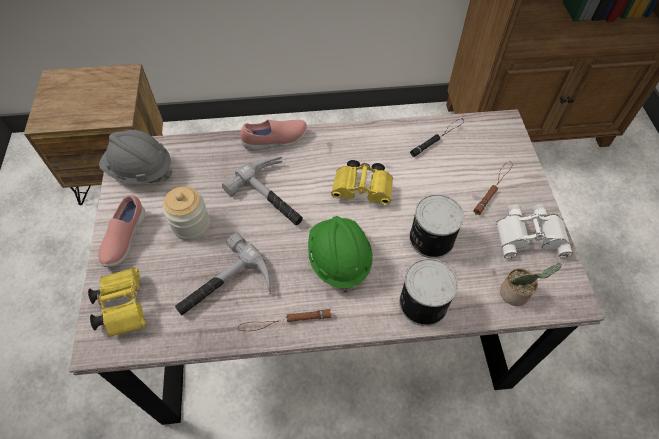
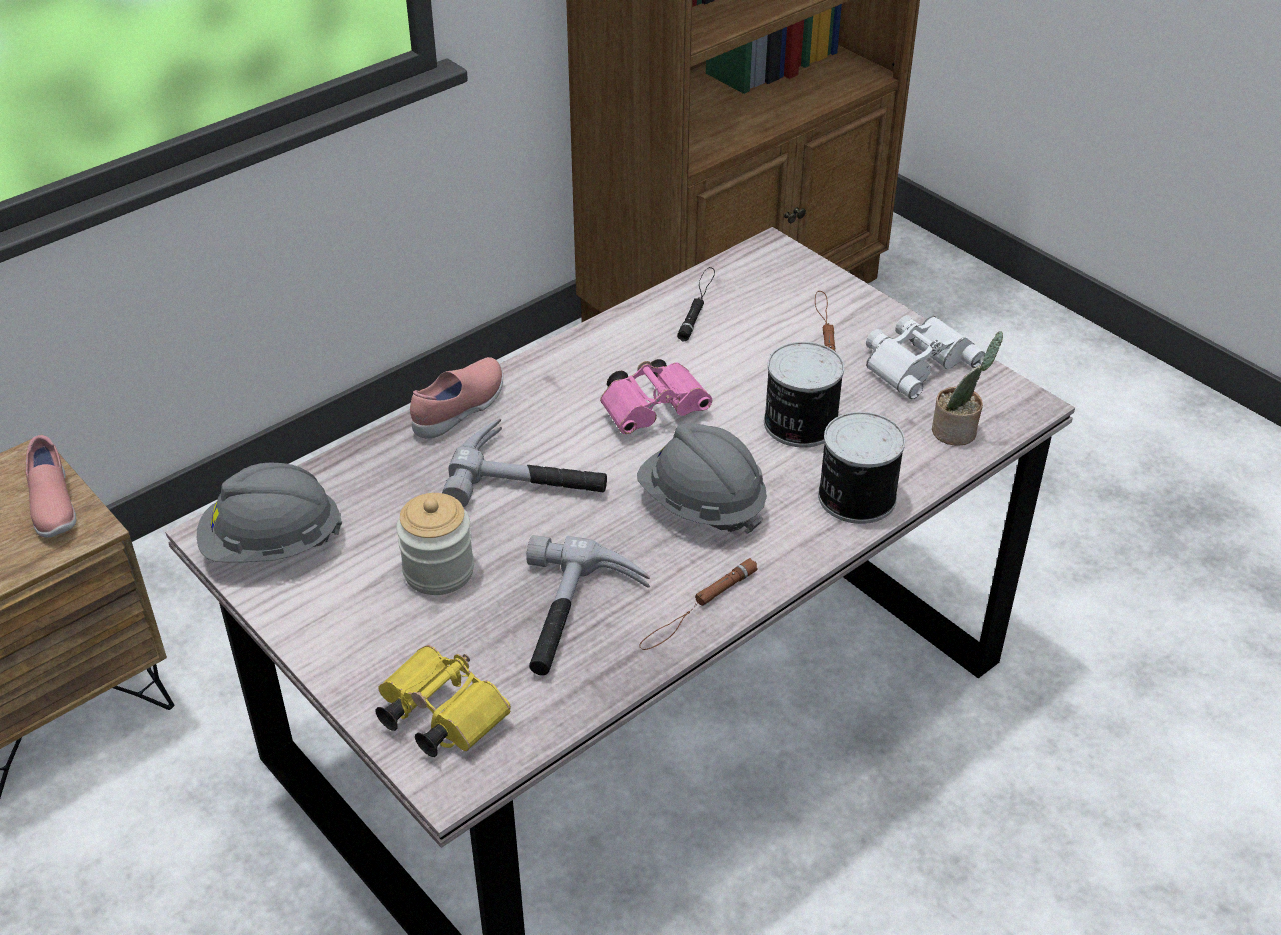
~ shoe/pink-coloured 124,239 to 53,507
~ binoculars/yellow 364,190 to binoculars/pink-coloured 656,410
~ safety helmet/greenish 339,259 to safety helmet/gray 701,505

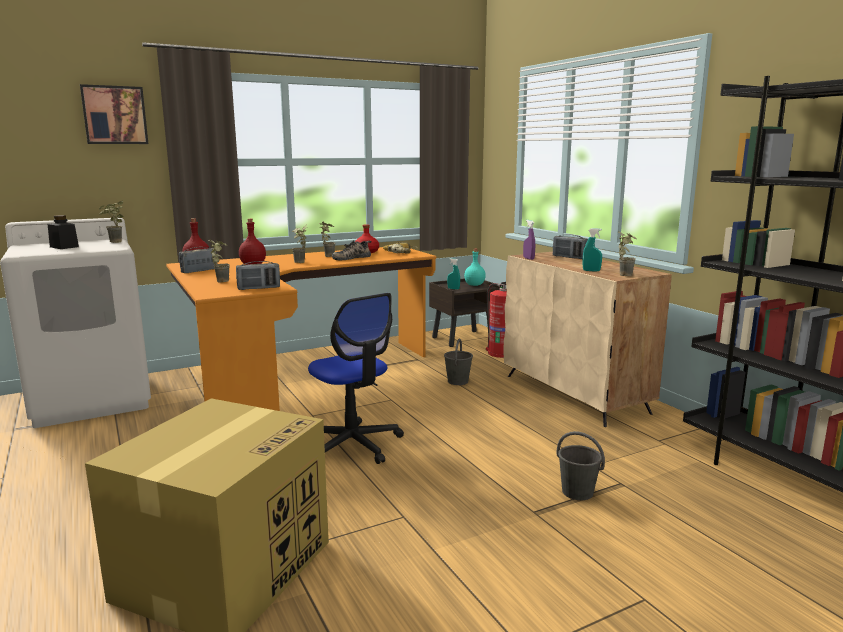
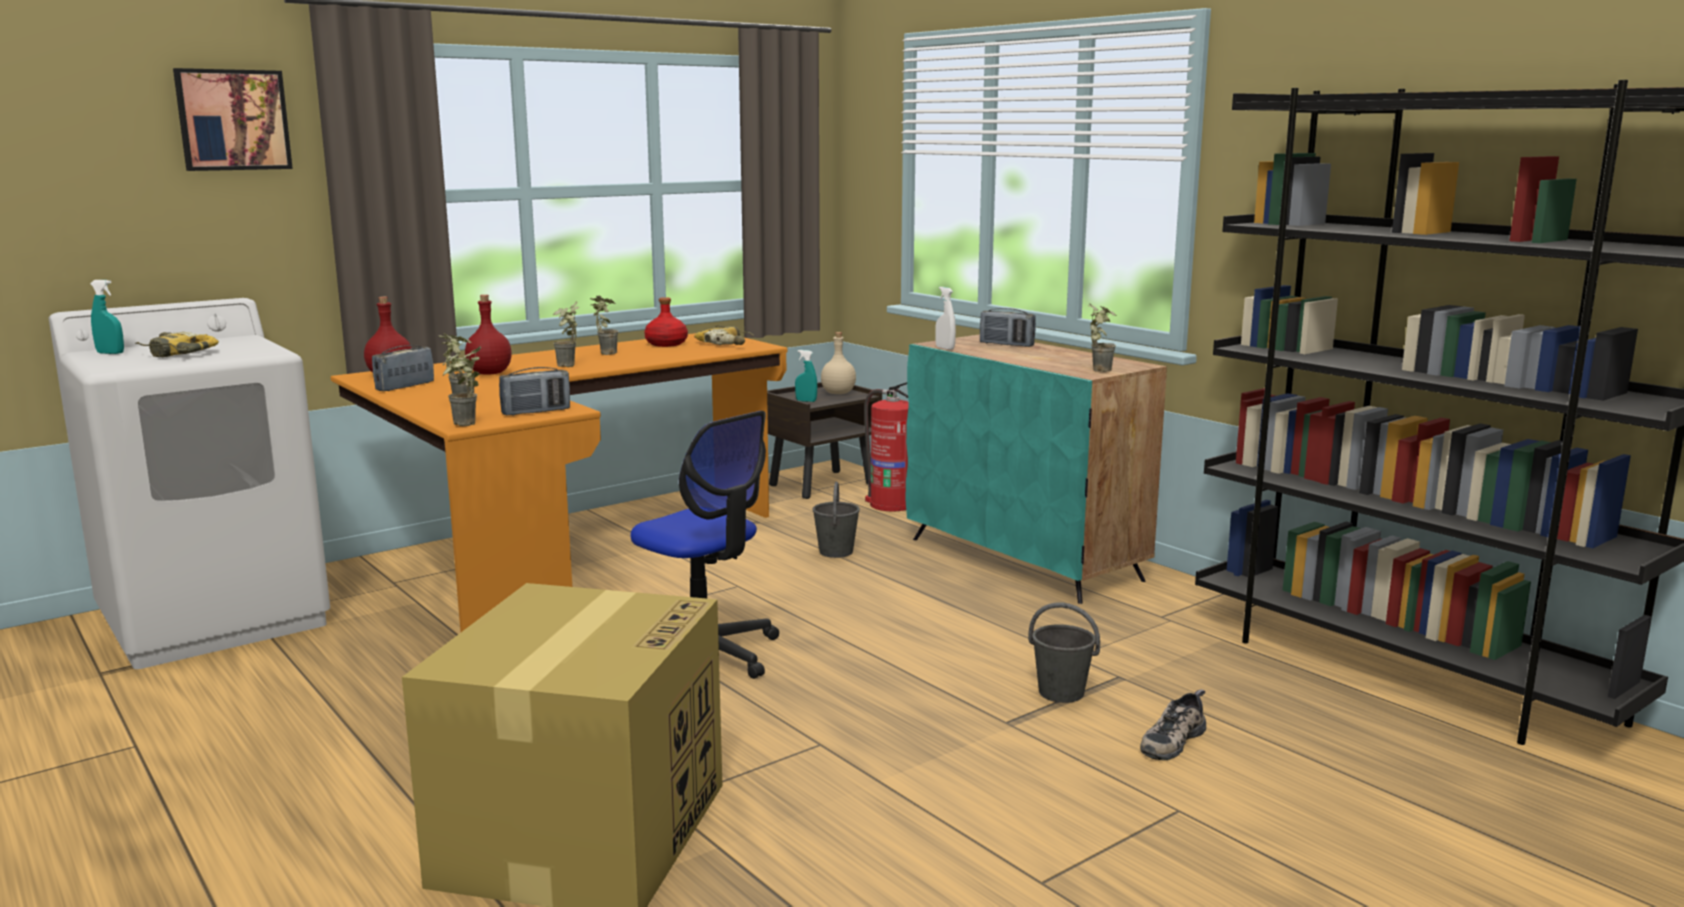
~ spray bottle/turquoise 591,271 to 110,353
~ jar/black-coloured 64,247 to power drill 173,353
~ plant in a pot 114,242 to 464,425
~ beverage bottle/turquoise 475,285 to beverage bottle/sand-coloured 839,393
~ storage cabinet/sand-coloured 575,394 to storage cabinet/turquoise 1025,559
~ spray bottle/purple 528,258 to spray bottle/white 945,348
~ shoe 351,257 to 1171,740

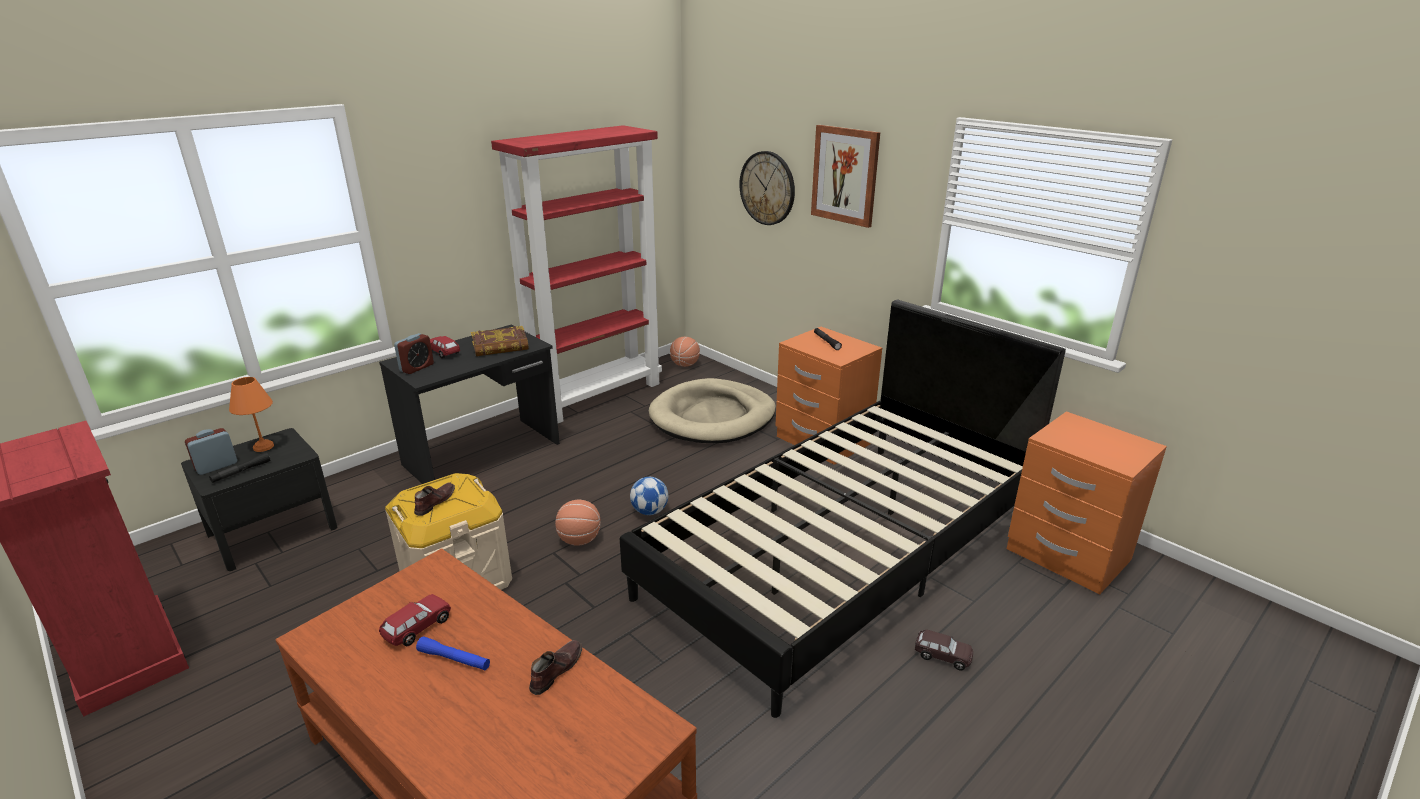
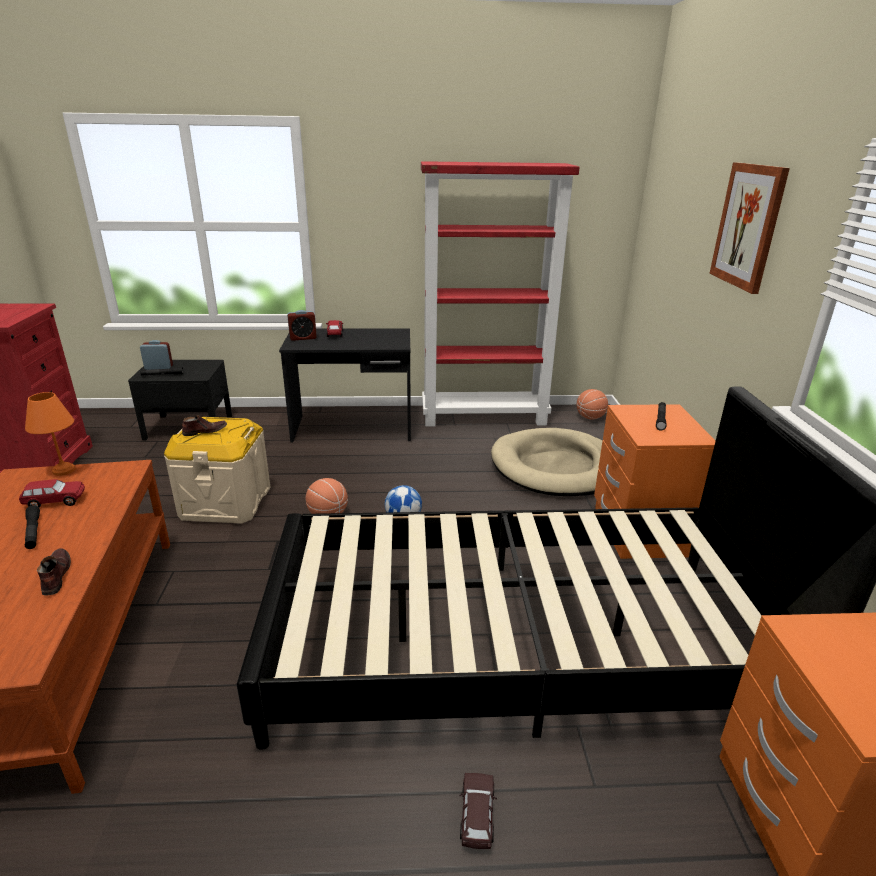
~ lamp for a table/orange 262,447 to 62,470
~ torch/blue 454,659 to torch/black-coloured 33,532
~ shoe/brownish 556,670 = 55,576 90 degrees counterclockwise
~ toy car/brownish 942,656 = 477,816 150 degrees counterclockwise
- book 500,346
- hanging clock 767,188

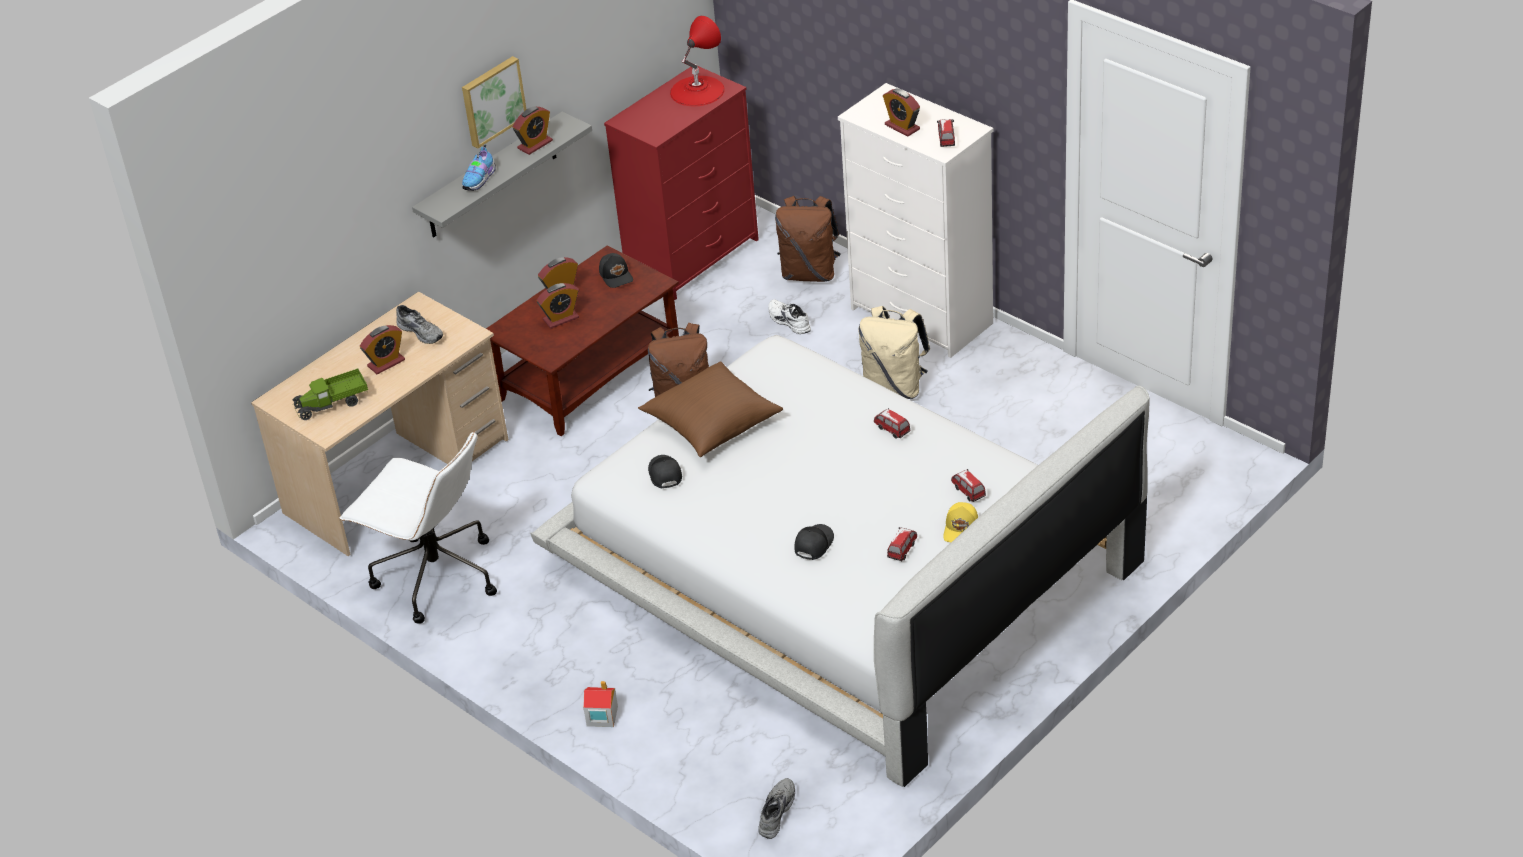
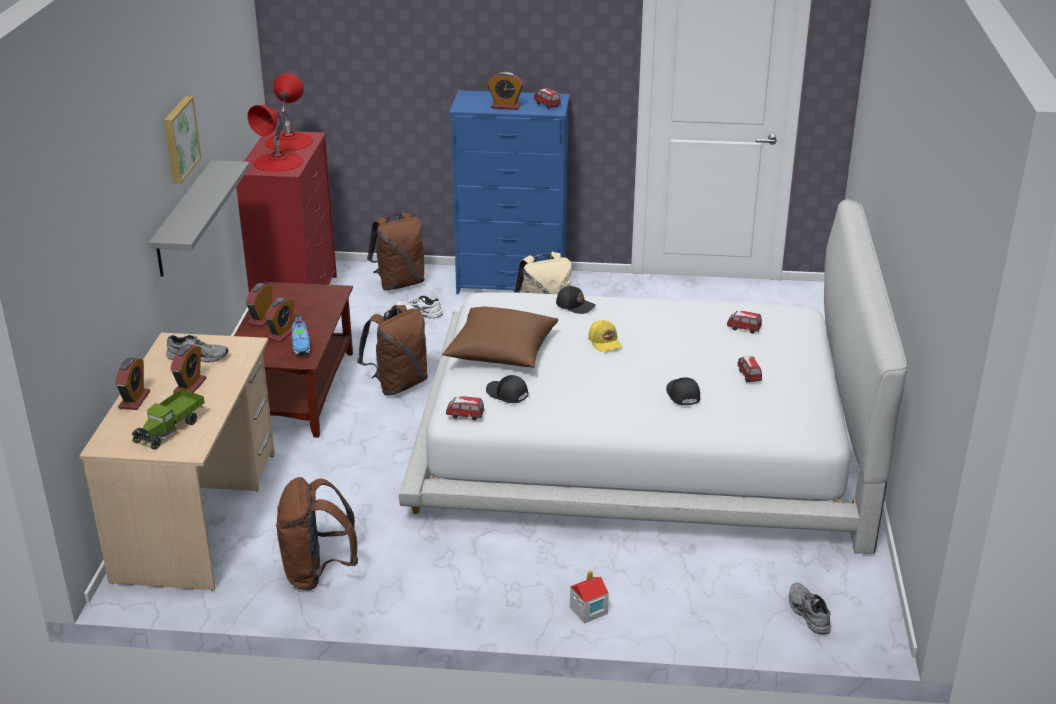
~ alarm clock 535,145 to 134,400
+ lamp for a table/reddish 278,162
~ desk chair/white 435,577 to backpack/brownish 317,573
~ shoe 480,180 to 301,347
~ toy car 891,429 to 465,415
~ drawer chest/white 922,317 to drawer chest/blue 512,284
~ peaked cap/black-coloured 616,276 to 575,305
~ peaked cap/yellow 961,529 to 605,342

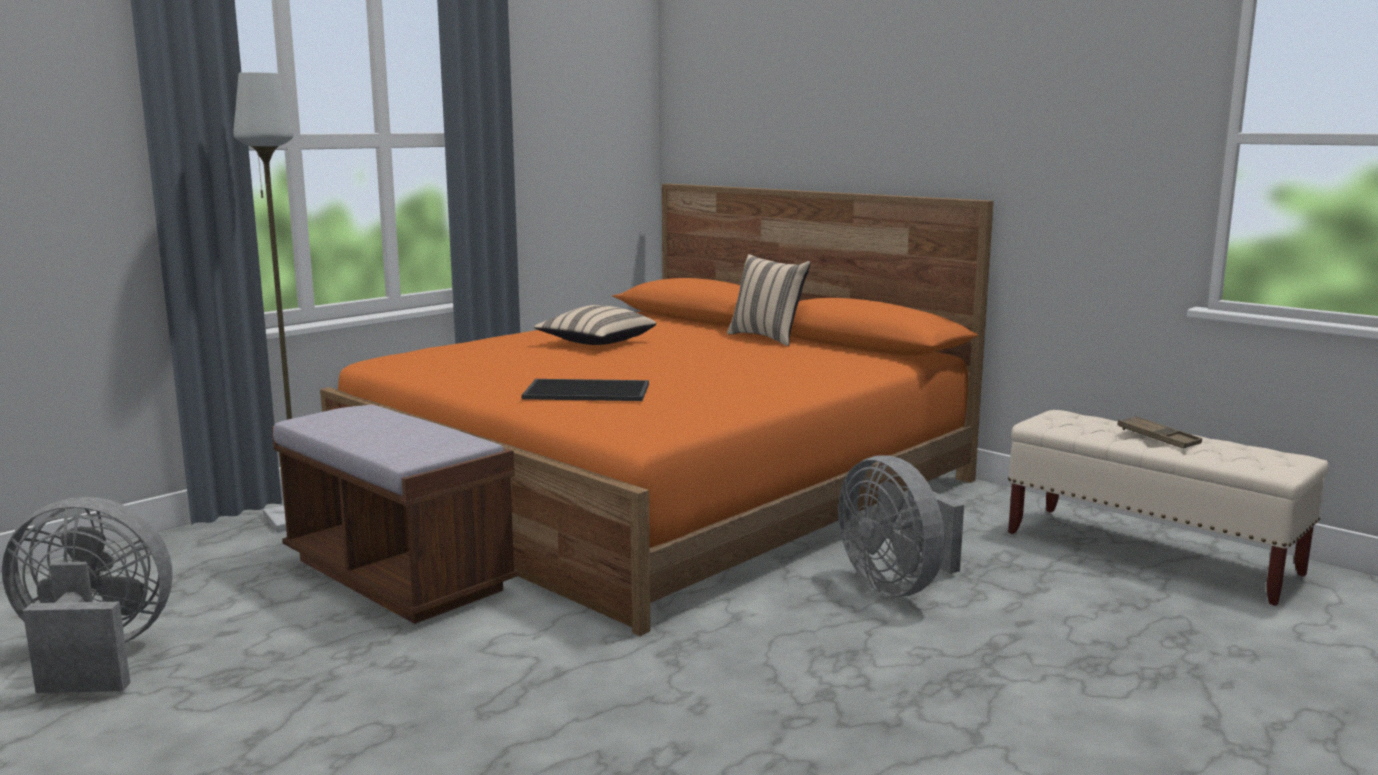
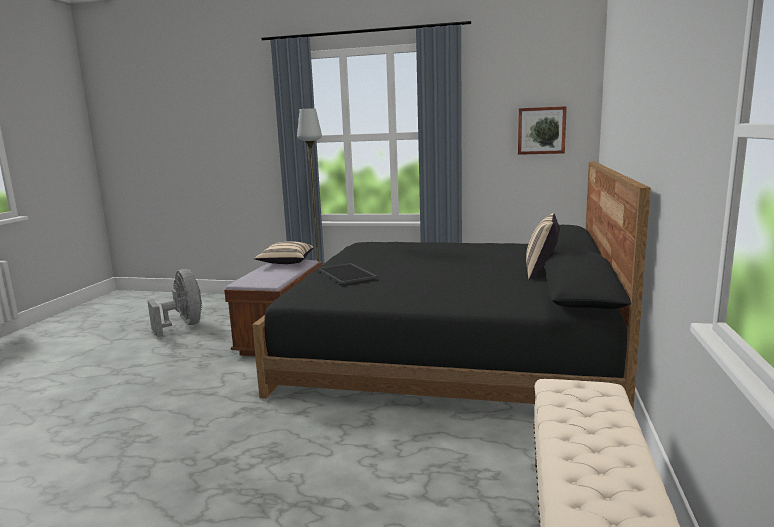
~ bed/orange 660,487 to bed/black-coloured 451,346
~ cushion/sand-coloured 596,343 to 285,262
+ wall picture 541,130
- electric fan/gray 897,585
- carrying tray/brownish 1158,438

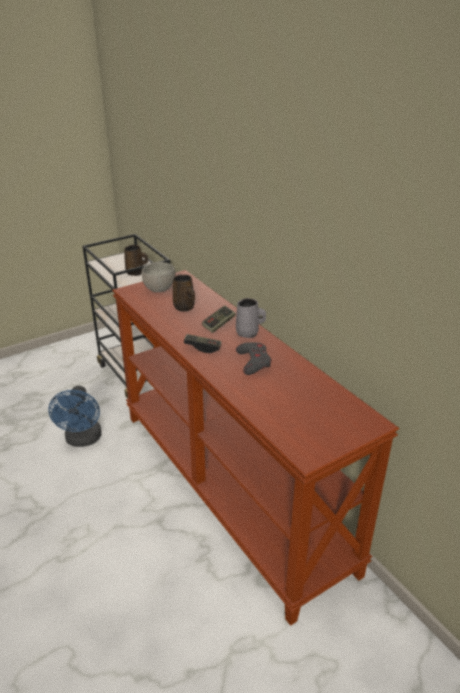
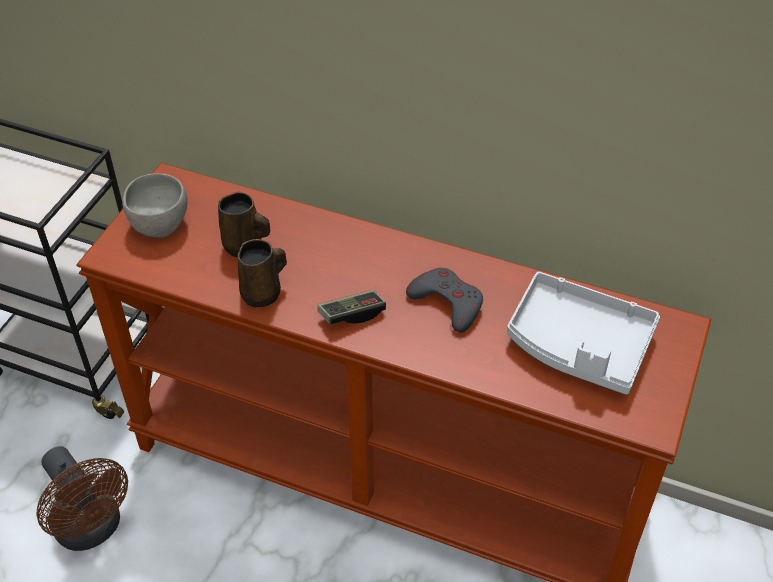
~ electric fan/blue 83,440 to electric fan/brownish 92,529
~ tea mug/brownish 136,273 to 263,294
+ carrying tray/gray 578,345
- gamepad 219,324
- tea mug/gray 248,333

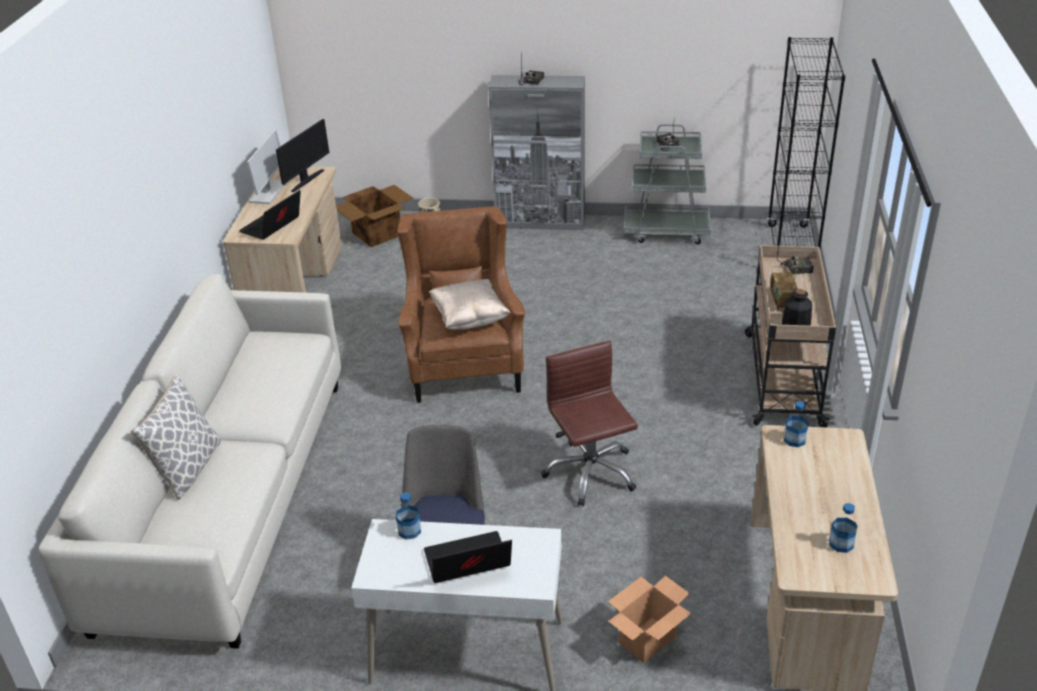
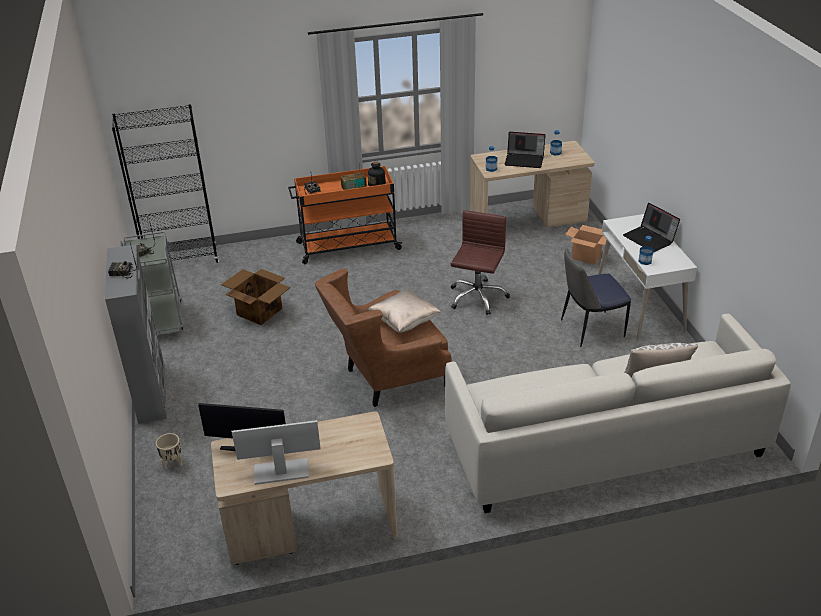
~ cardboard box 378,233 to 259,311
~ cart/sand-coloured 783,378 to cart/orange 347,246
~ desk chair/brownish 590,473 = 477,297 150 degrees clockwise
~ notebook computer 272,226 to 525,160

